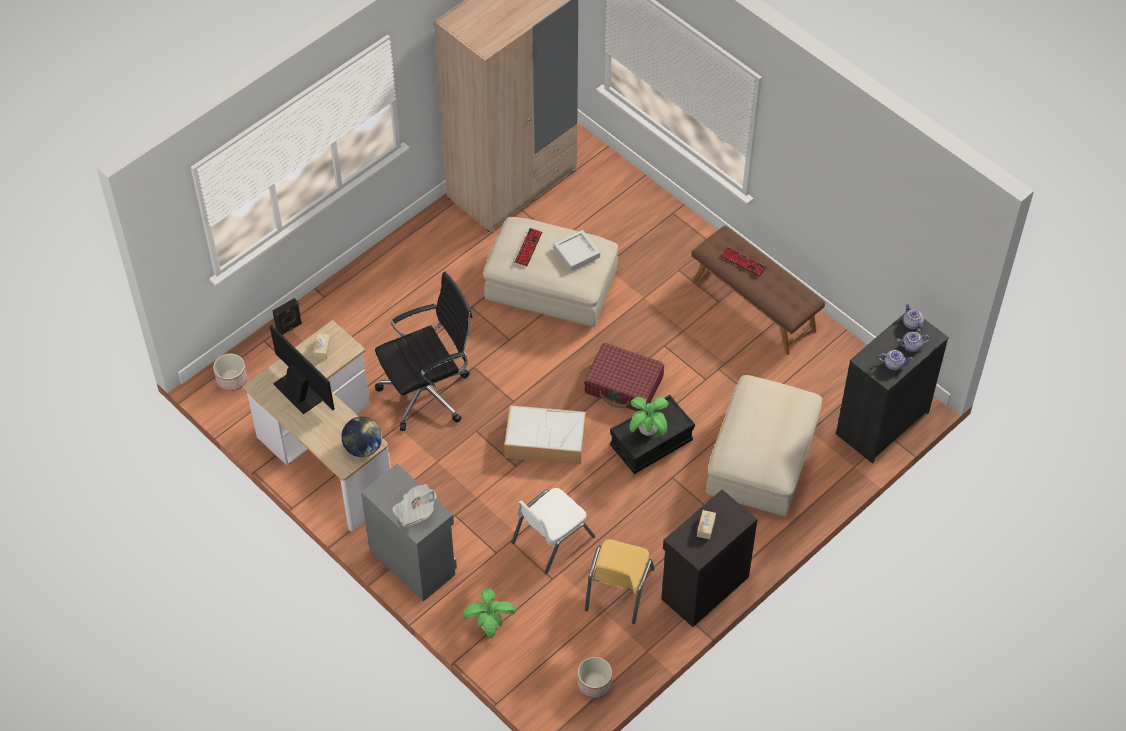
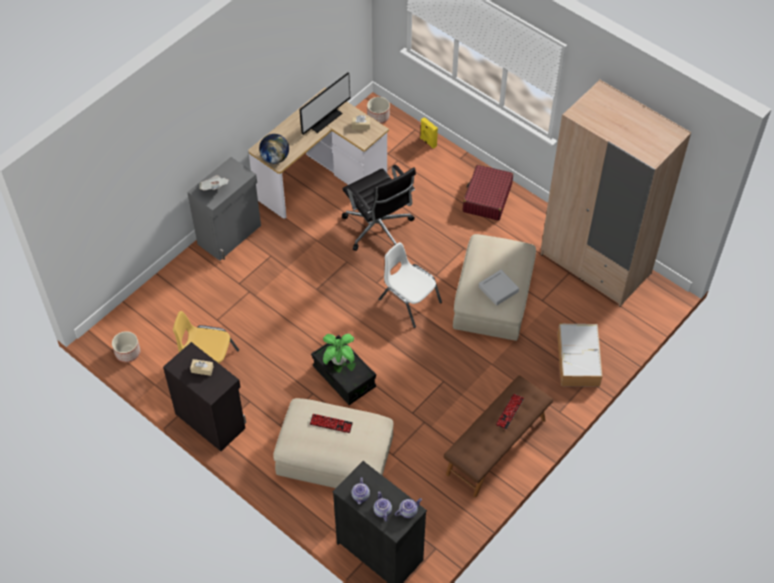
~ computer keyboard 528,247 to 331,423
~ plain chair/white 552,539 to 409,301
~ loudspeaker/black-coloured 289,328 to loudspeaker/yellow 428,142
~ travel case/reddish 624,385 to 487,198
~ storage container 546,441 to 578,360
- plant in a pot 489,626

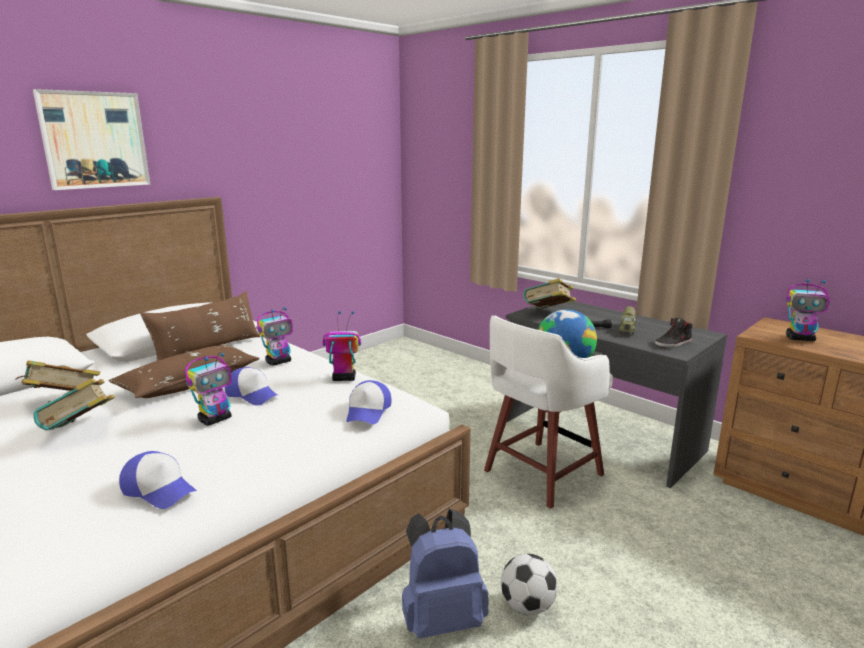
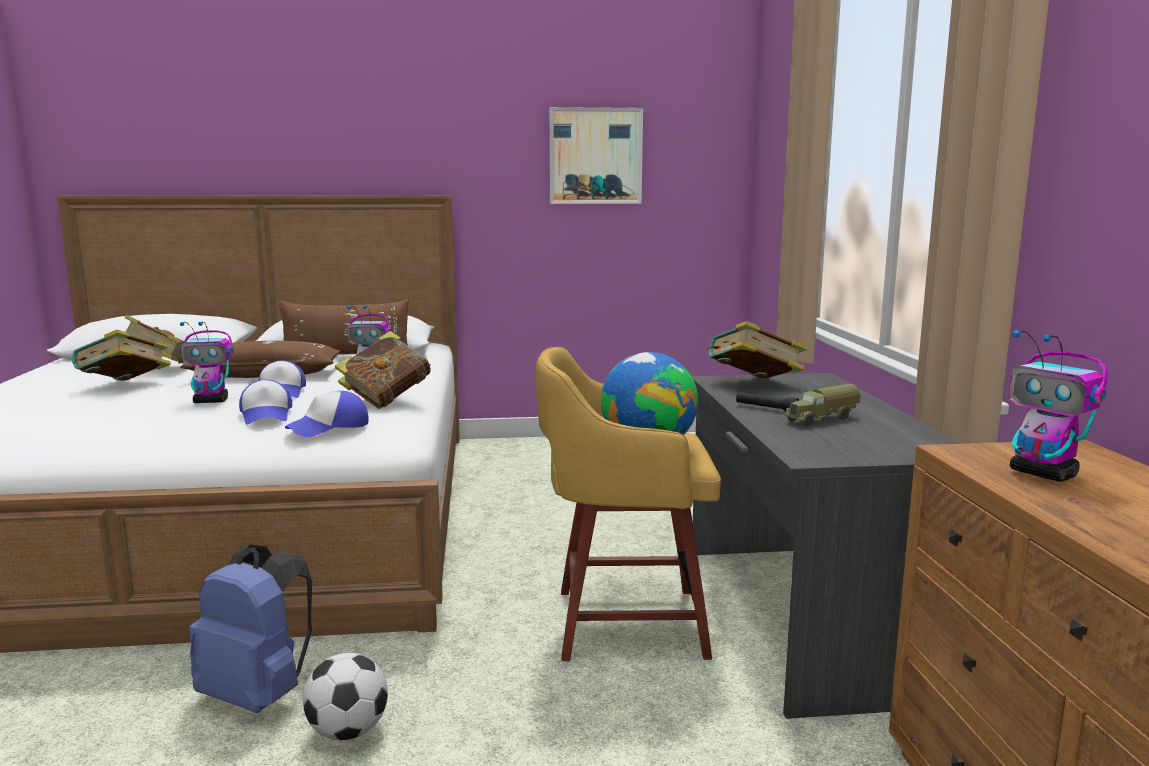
~ peaked cap 159,489 to 267,415
~ toy robot 343,378 to book 386,400
~ stool seat/white 540,474 to stool seat/yellow 623,622
~ wall picture 94,140 to 595,156
- shoe/black-coloured 673,343

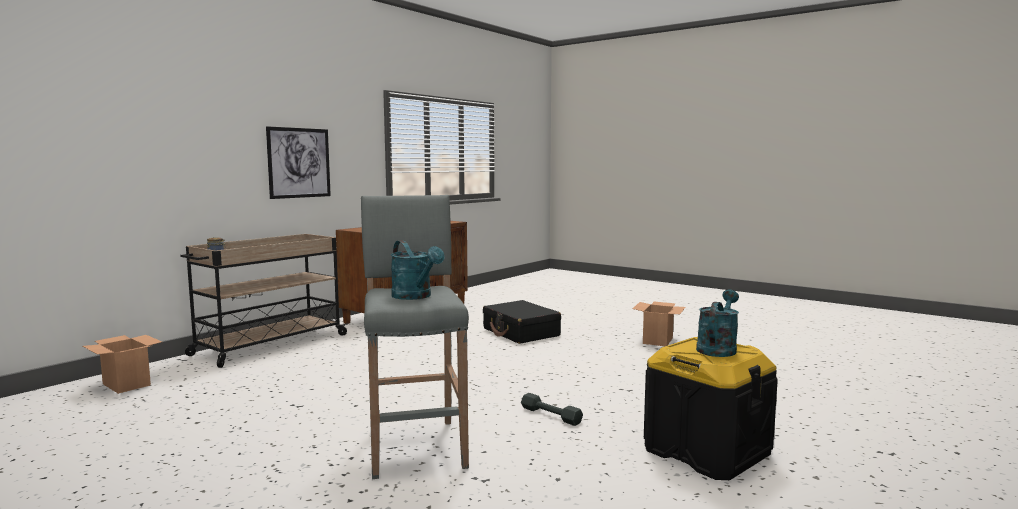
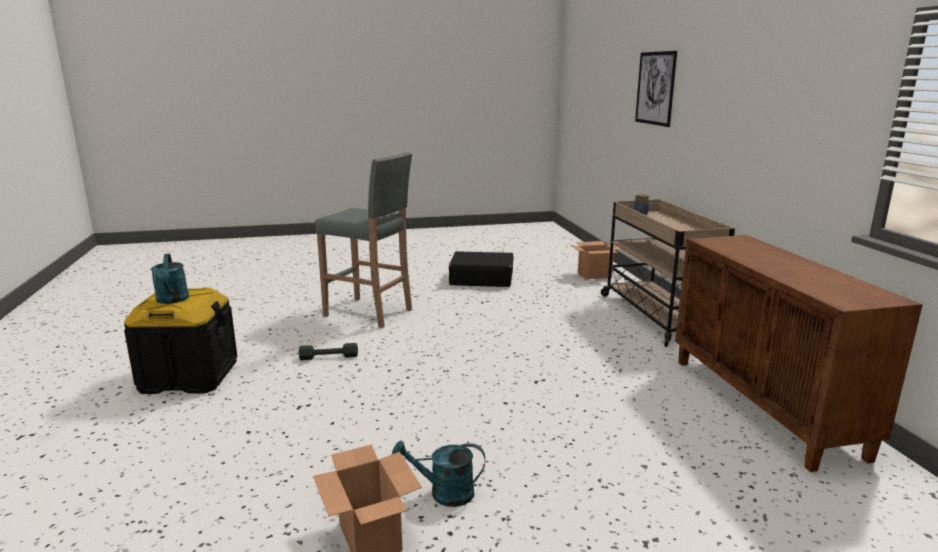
~ sprinkling can/turquoise 415,297 to 443,493
~ travel case/black-coloured 521,332 to 481,279
~ wall picture 299,163 to 655,88

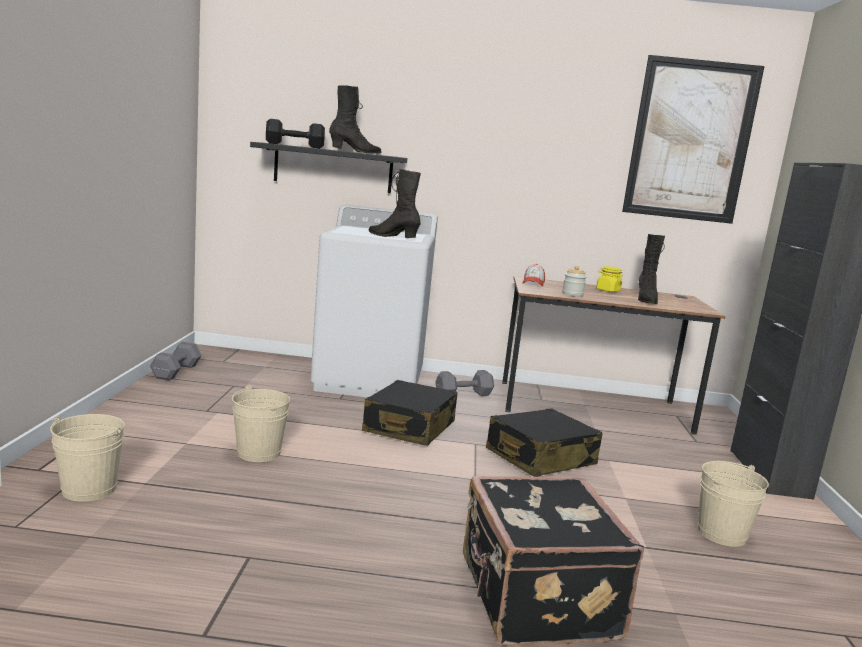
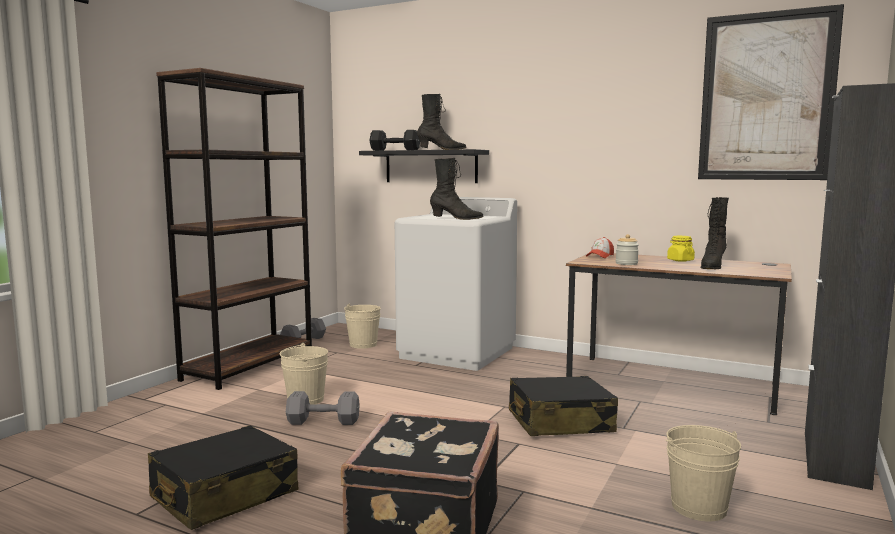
~ travel case/black-coloured 409,427 to 224,495
+ shelving unit/brownish 249,366
~ dumbbell/gray 464,394 to 325,421
~ water bucket/sand-coloured 89,489 to 363,344
~ tall boot/black-coloured 393,237 = 456,219 135 degrees clockwise

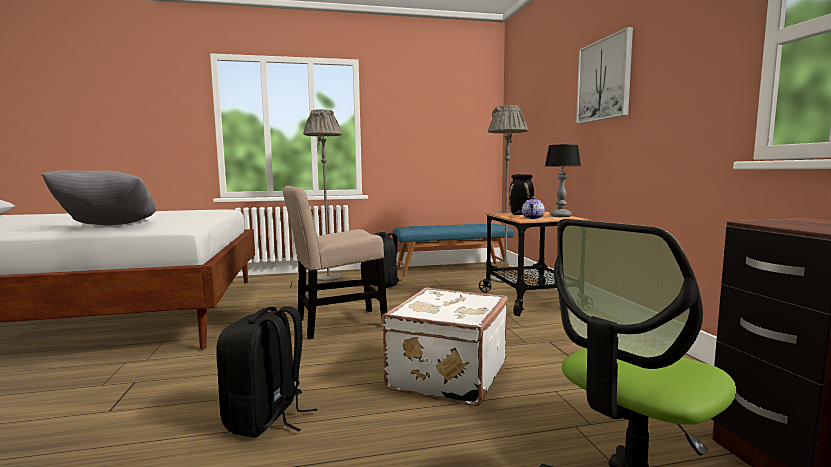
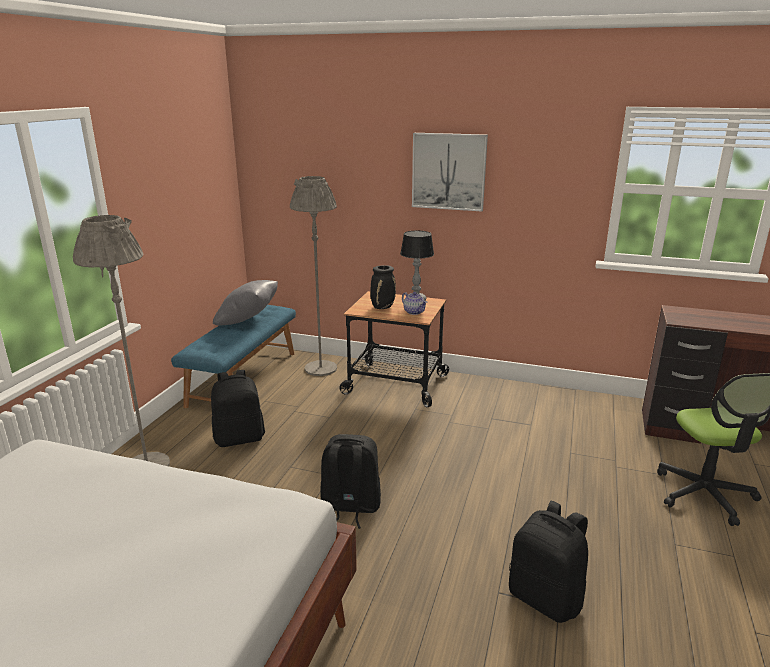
~ cushion/gray 108,227 to 248,320
~ plain chair/sand-coloured 336,324 to backpack/black-coloured 350,507
- travel case/white 445,375

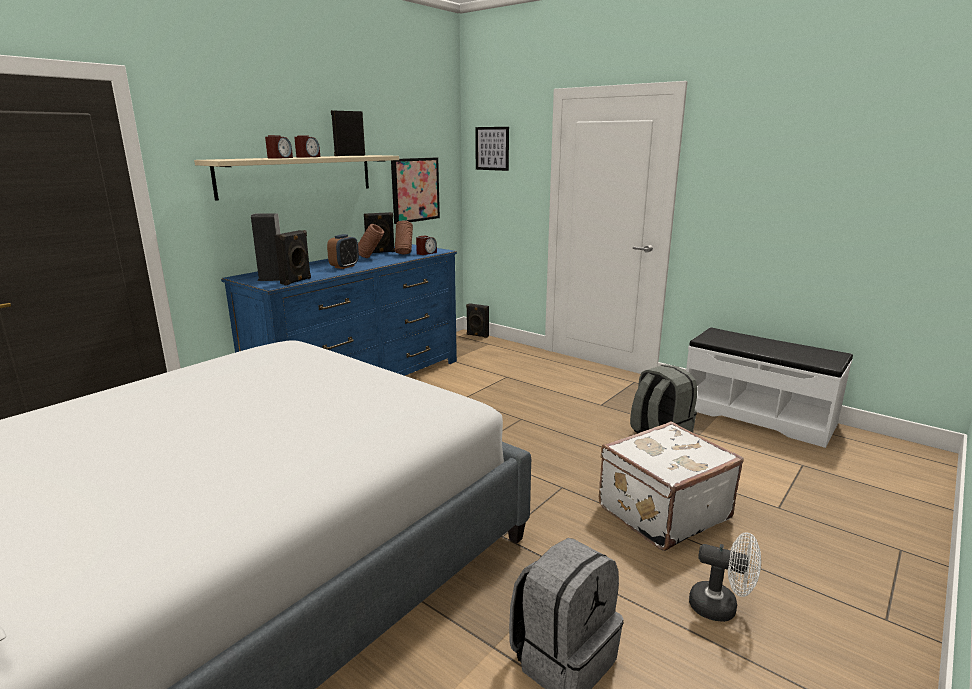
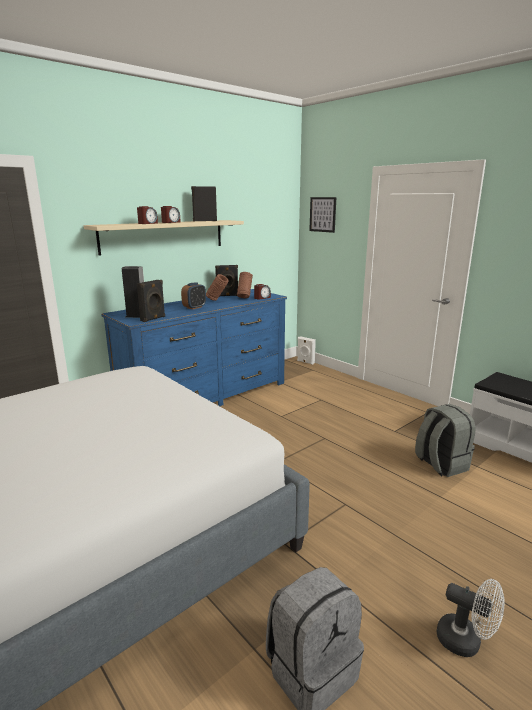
~ loudspeaker/black-coloured 477,335 to loudspeaker/white 305,362
- wall picture 415,190
- travel case/white 661,511

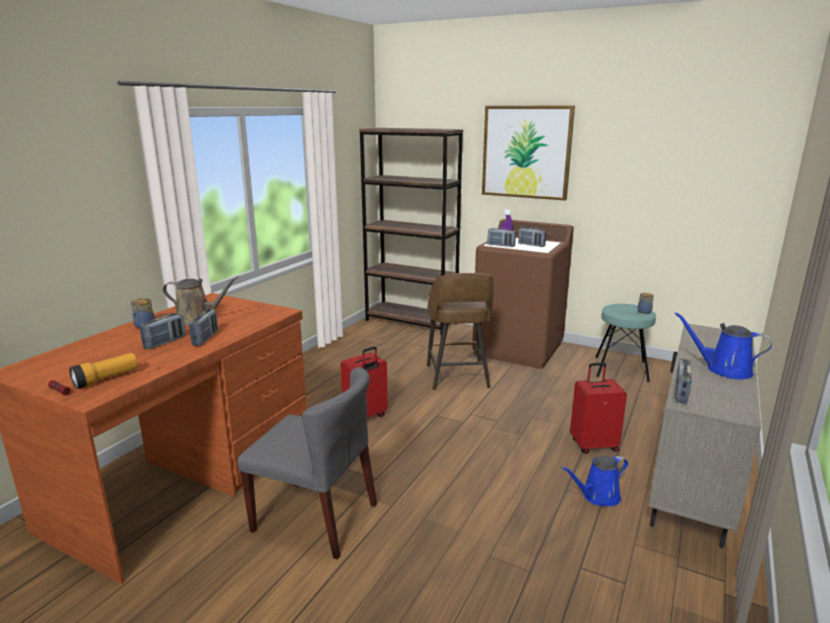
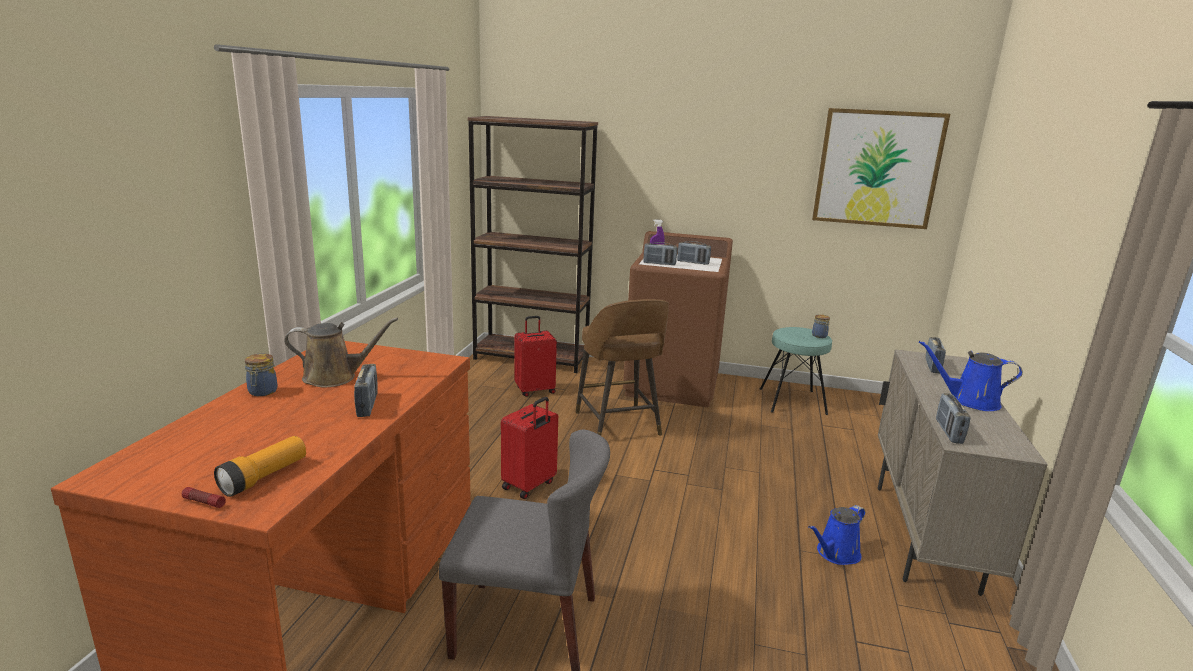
~ travel case/reddish 593,445 to 535,390
~ wall picture 526,152 to 877,168
~ radio 165,342 to 932,366

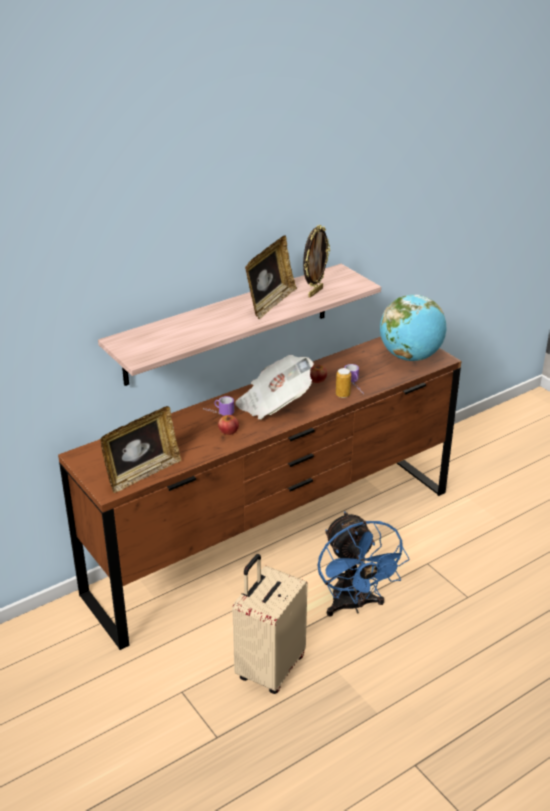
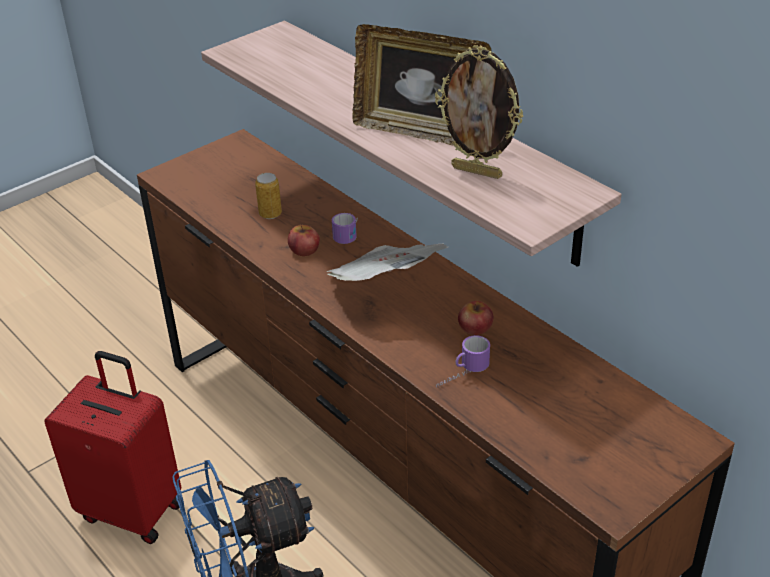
~ travel case/sand-coloured 269,668 to travel case/reddish 133,509
~ metal can 342,395 to 270,214
- picture frame 142,473
- desk globe 410,357

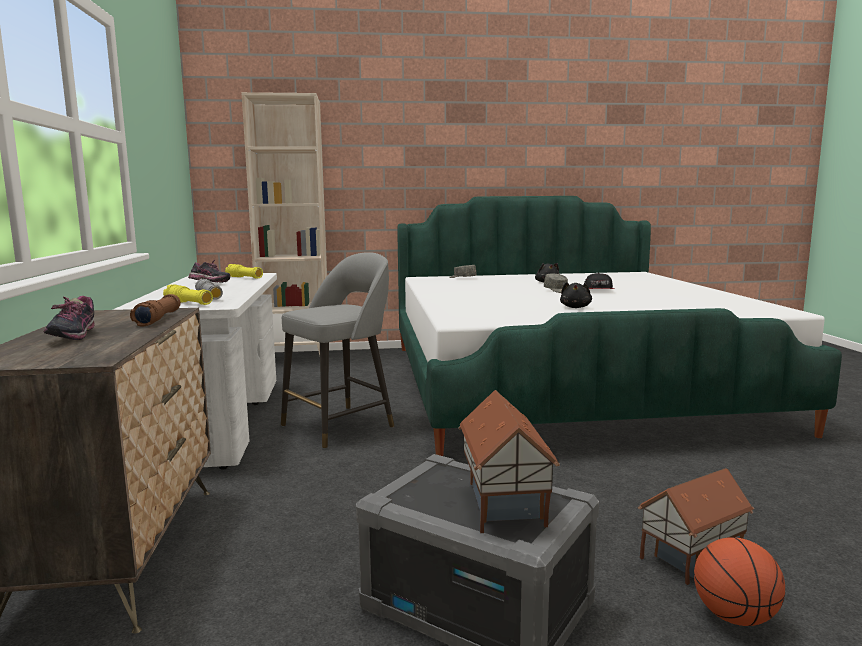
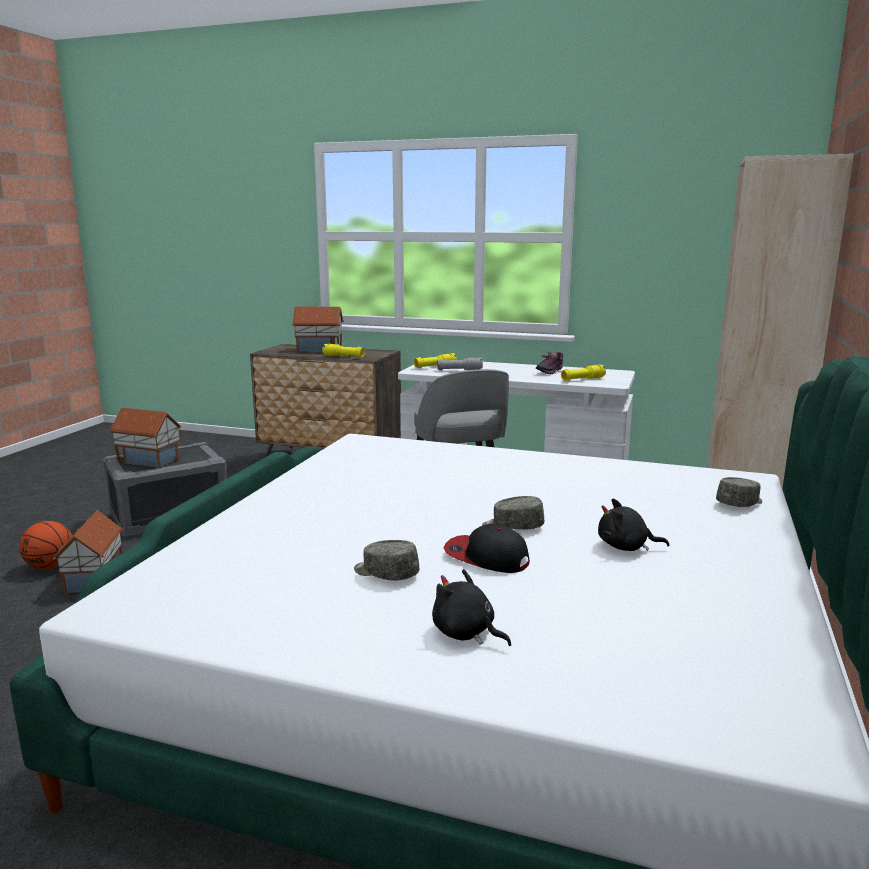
~ shoe 72,337 to toy house 319,350
~ torch/brownish 158,319 to torch/yellow 343,356
+ peaked cap/gray 385,573
~ soft toy/black-coloured 575,307 to 466,633

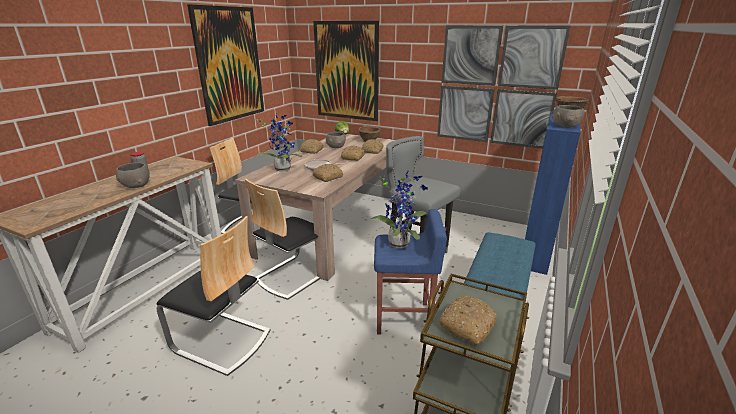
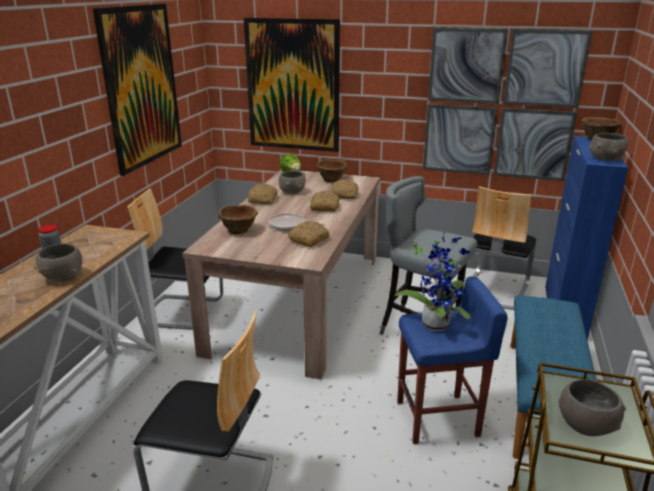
~ plant in a pot 283,168 to deep dish/brownish 239,230
~ plain chair 292,275 to 494,289
~ bread 467,324 to deep dish/gray 586,424

